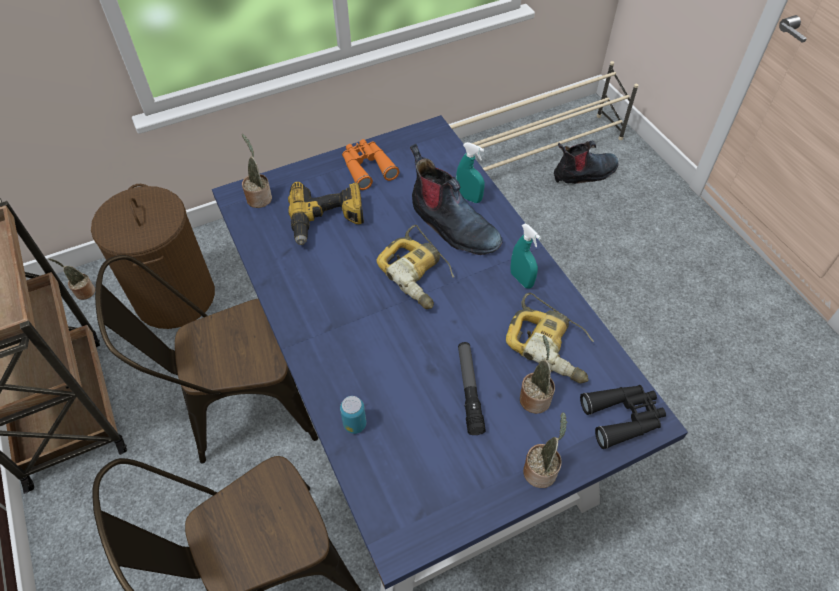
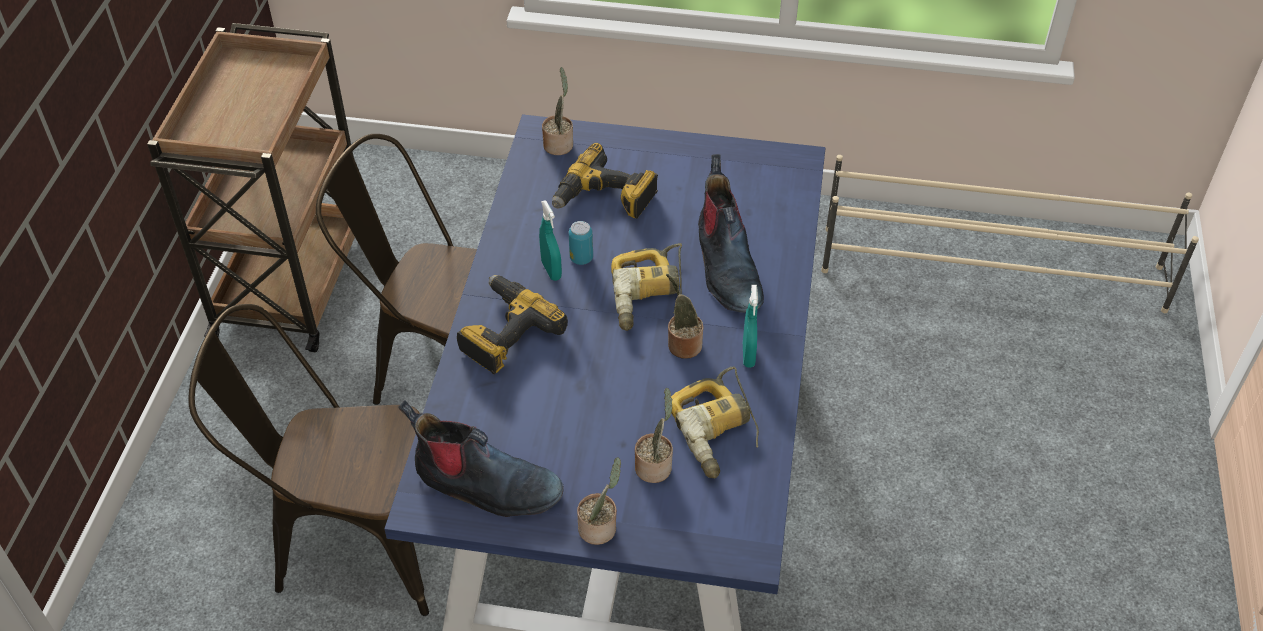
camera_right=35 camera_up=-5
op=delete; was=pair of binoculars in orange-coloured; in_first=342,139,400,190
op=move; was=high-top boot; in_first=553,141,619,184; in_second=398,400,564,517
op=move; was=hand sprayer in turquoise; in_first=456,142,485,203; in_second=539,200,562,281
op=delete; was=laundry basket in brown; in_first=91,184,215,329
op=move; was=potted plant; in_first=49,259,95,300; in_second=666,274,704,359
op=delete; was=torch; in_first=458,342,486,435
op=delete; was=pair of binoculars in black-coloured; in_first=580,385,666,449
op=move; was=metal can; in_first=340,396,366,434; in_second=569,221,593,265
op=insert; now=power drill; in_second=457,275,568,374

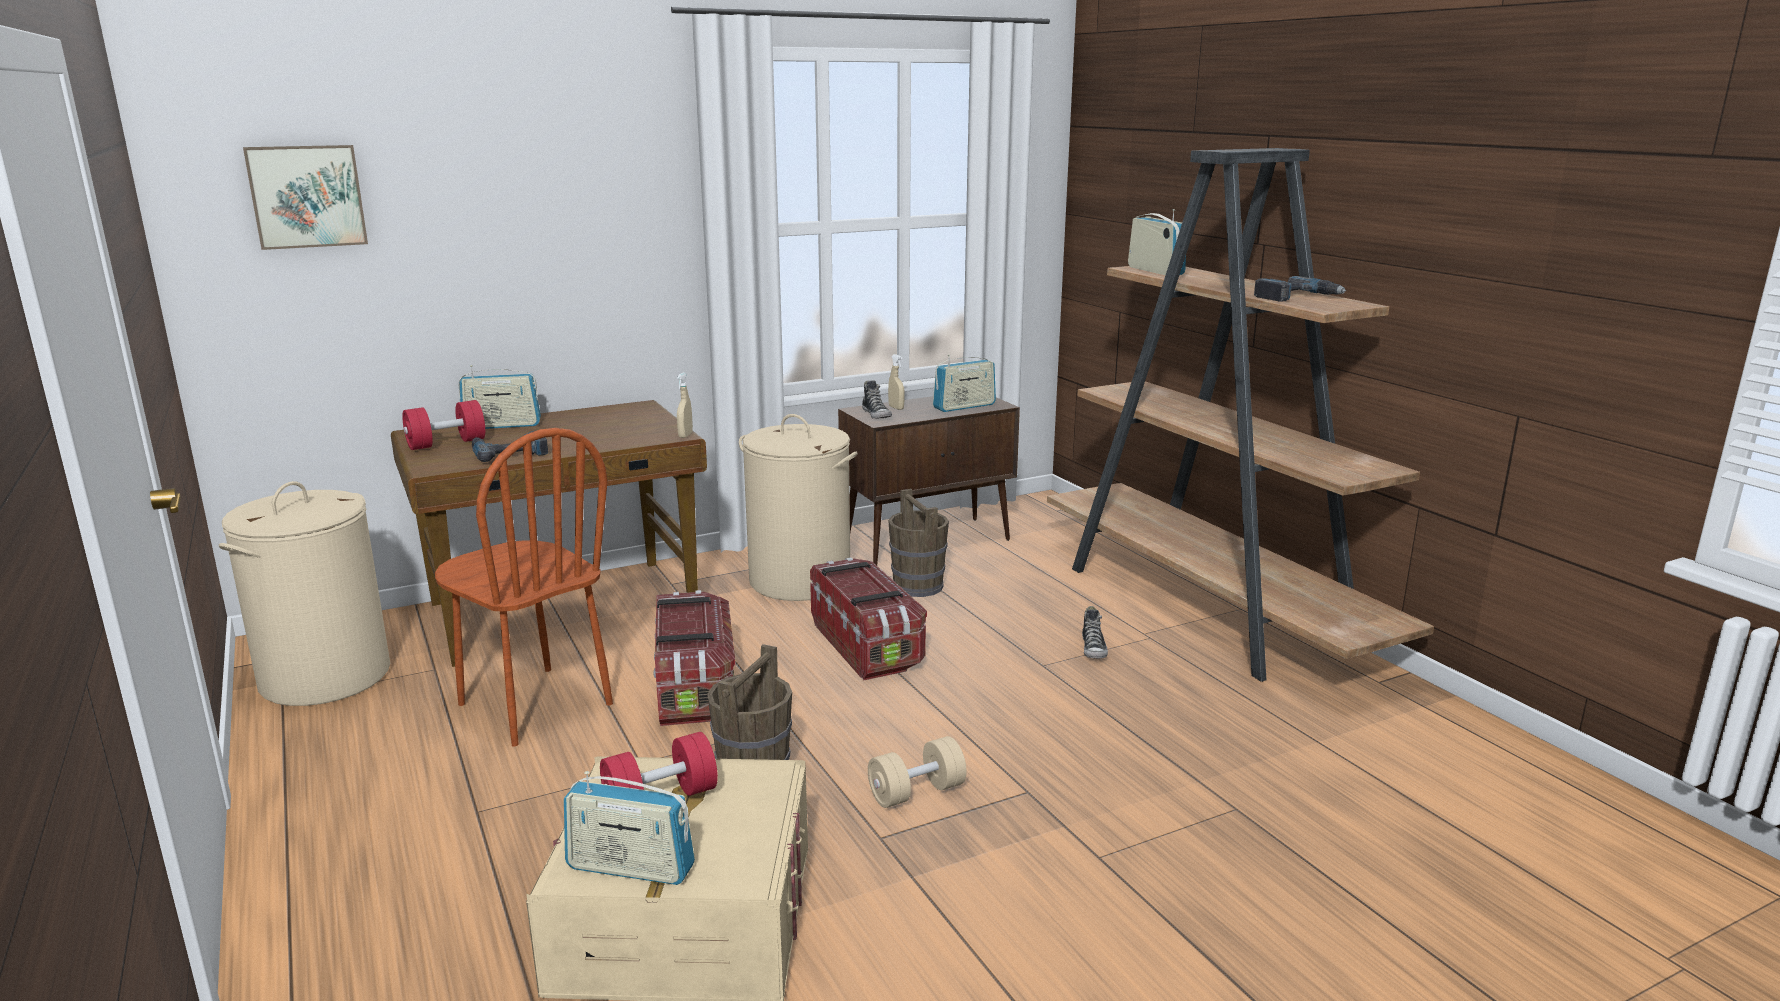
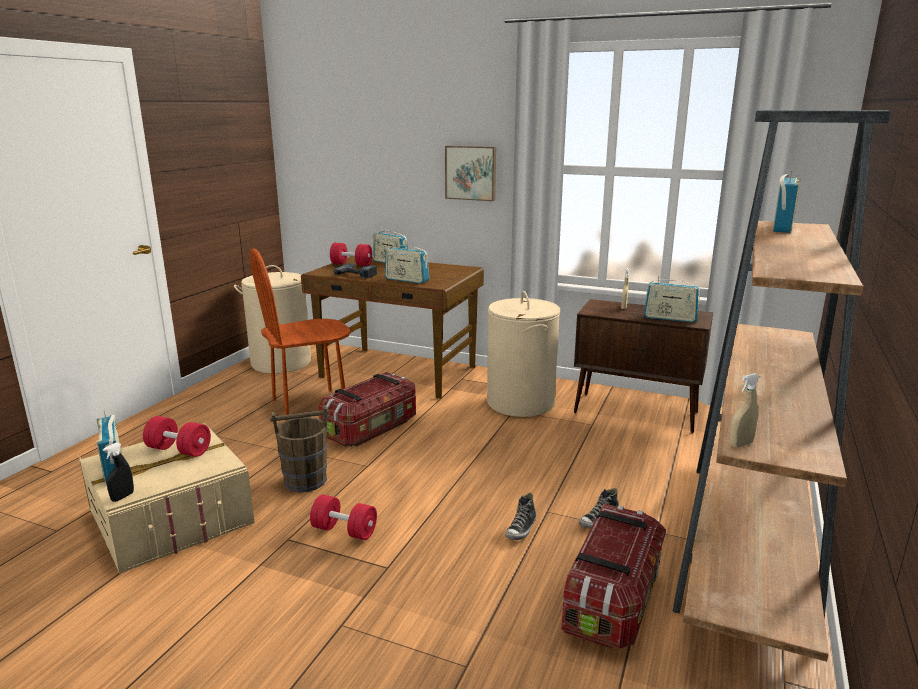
camera_right=50 camera_up=0
op=move; was=picture; in_first=243,145,368,250; in_second=445,146,496,201
op=delete; was=power drill; in_first=1254,276,1346,302
op=move; was=hand sprayer in sand-coloured; in_first=677,373,693,438; in_second=729,373,760,448
op=move; was=low shoe; in_first=862,380,892,418; in_second=505,493,536,540
op=rotate; was=upright chair in brown; in_first=435,428,613,747; in_second=250,248,351,421; clockwise=60
op=delete; was=pail in brown; in_first=888,489,949,597
op=move; was=storage box; in_first=810,557,927,681; in_second=561,503,666,649
op=recolor; was=free weight in sand-coloured; now=free weight in red-coloured; in_first=868,736,966,808; in_second=310,495,377,540
op=insert; now=radio; in_second=385,241,429,284
op=insert; now=hand sprayer in black-coloured; in_second=103,443,134,502

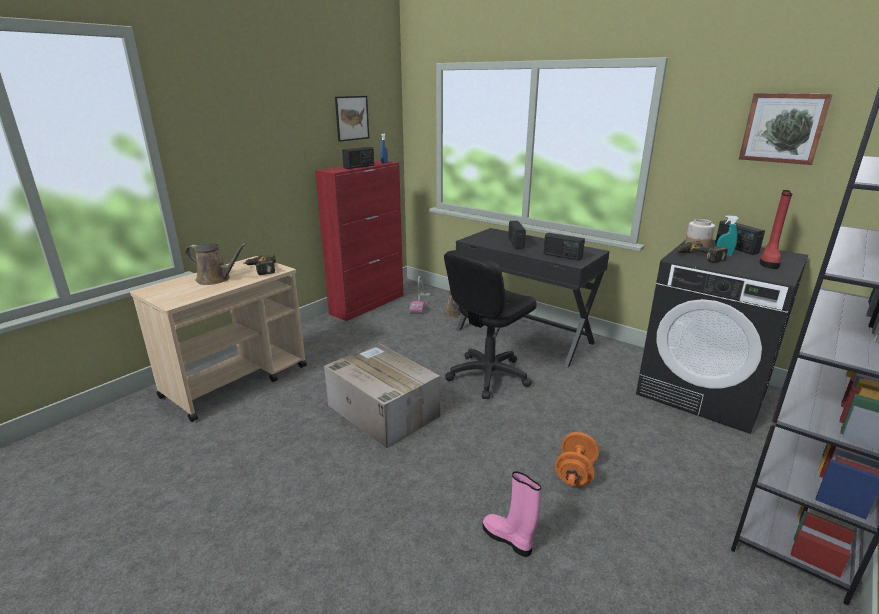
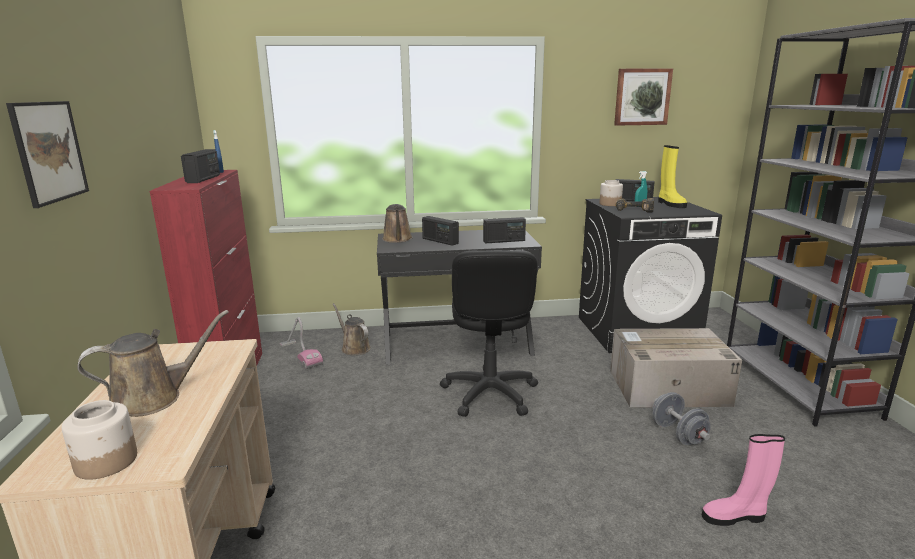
camera_right=-45 camera_up=-5
op=move; was=picture; in_first=335,96,369,142; in_second=6,101,89,208
op=recolor; was=high-top boot in red-coloured; now=high-top boot in yellow-coloured; in_first=759,190,792,269; in_second=658,145,687,208
op=delete; was=power drill; in_first=244,255,276,275
op=move; was=carton; in_first=324,343,440,449; in_second=610,328,742,407
op=recolor; was=free weight in orange-coloured; now=free weight in gray; in_first=555,432,599,486; in_second=652,392,711,445
op=insert; now=watering can in brown; in_second=382,204,413,243
op=insert; now=storage jar; in_second=61,400,137,480

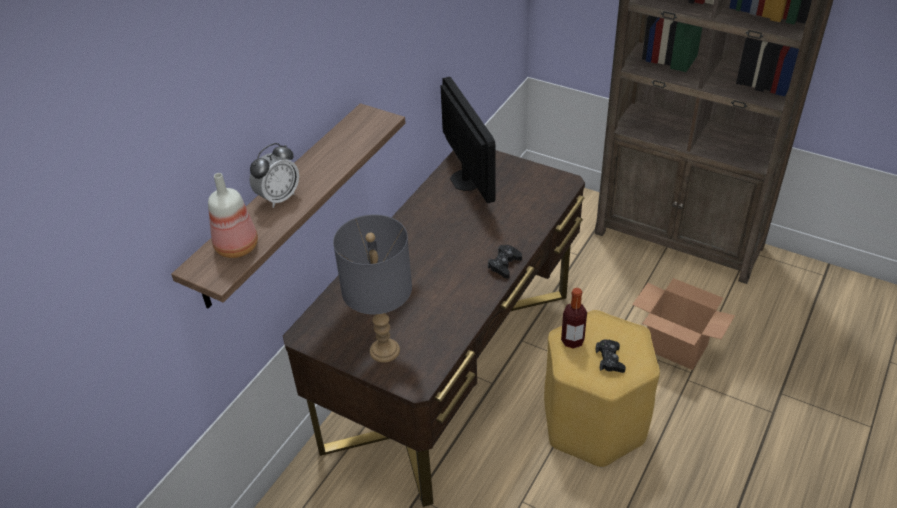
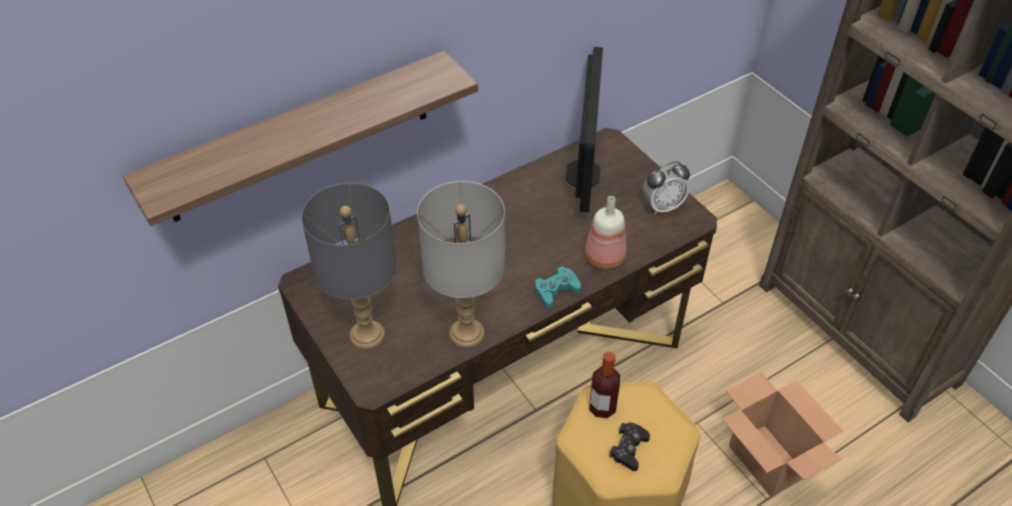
camera_right=25 camera_up=5
op=move; was=alarm clock; in_first=249,143,299,208; in_second=642,162,690,215
op=move; was=beverage bottle; in_first=208,173,258,258; in_second=585,196,626,269
op=recolor; was=joypad in black-coloured; now=joypad in turquoise; in_first=488,245,522,279; in_second=535,266,581,308
op=insert; now=table lamp in gray; in_second=417,181,505,348

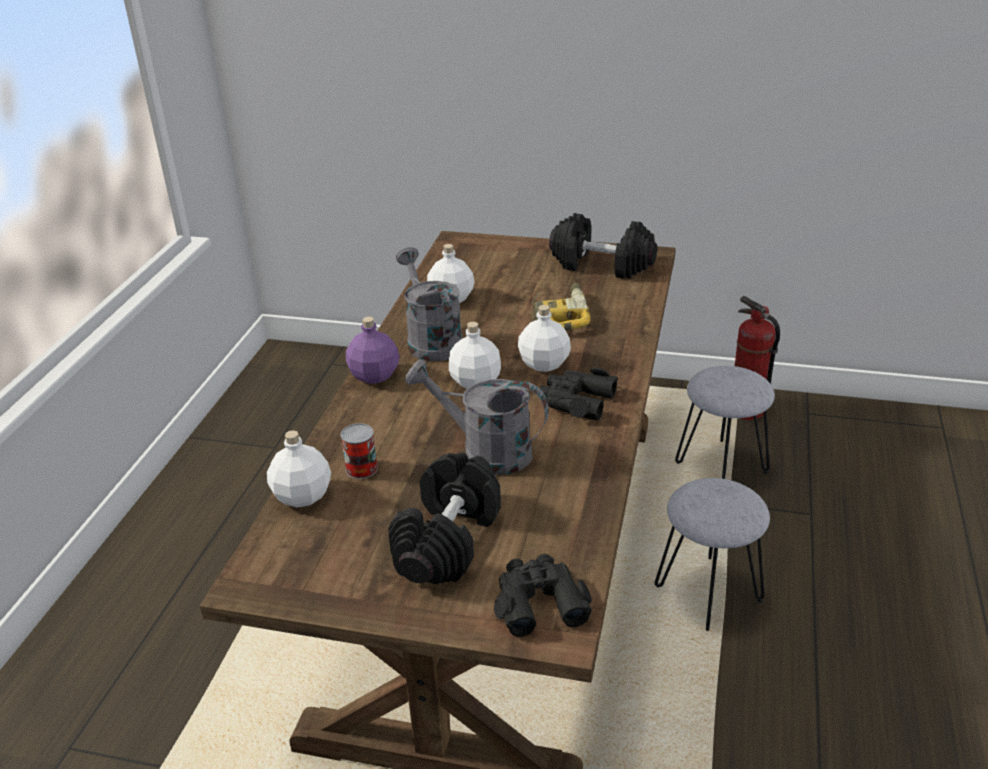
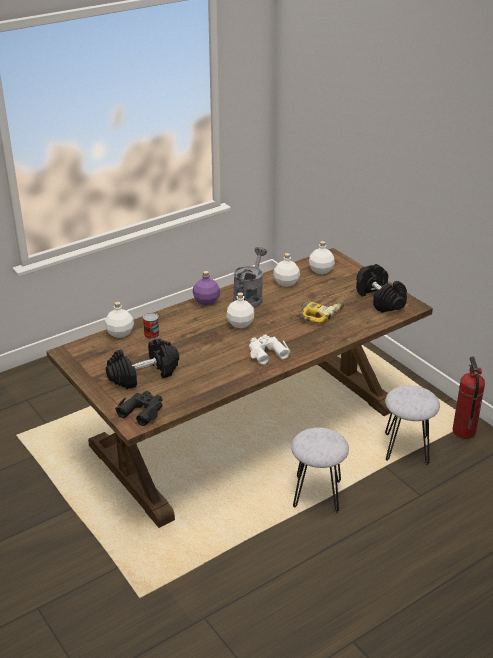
camera_right=40 camera_up=0
op=move; was=beverage bottle in whitish; in_first=518,305,571,372; in_second=309,241,335,274
op=delete; was=watering can in gray; in_first=405,359,549,475
op=recolor; was=pair of binoculars in black-coloured; now=pair of binoculars in whitish; in_first=540,367,618,421; in_second=249,335,290,365

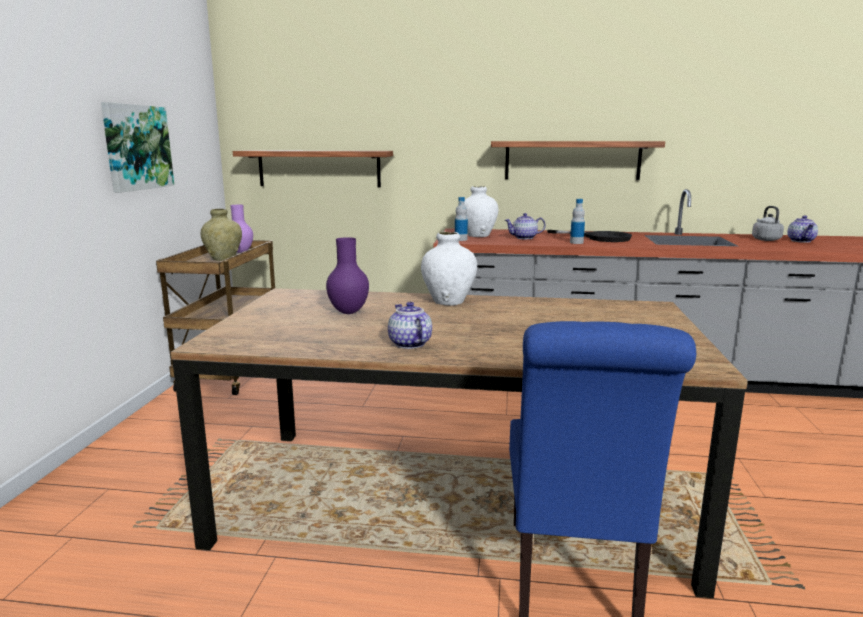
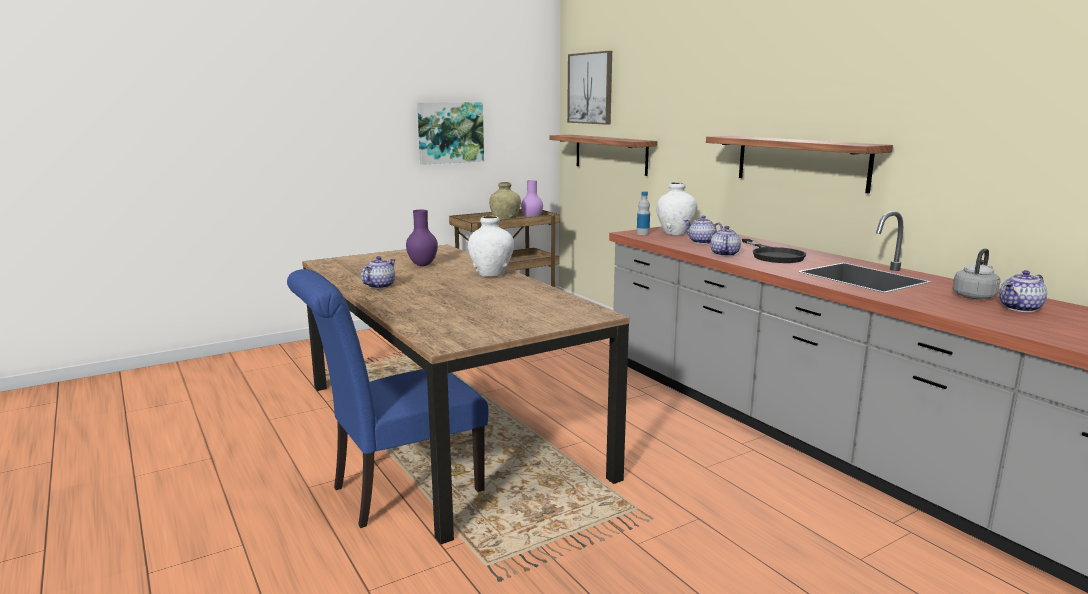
camera_right=50 camera_up=0
op=replace; was=beverage bottle; now=tea pot; in_first=570,199,585,244; in_second=710,226,741,256
op=insert; now=picture; in_second=567,51,612,125

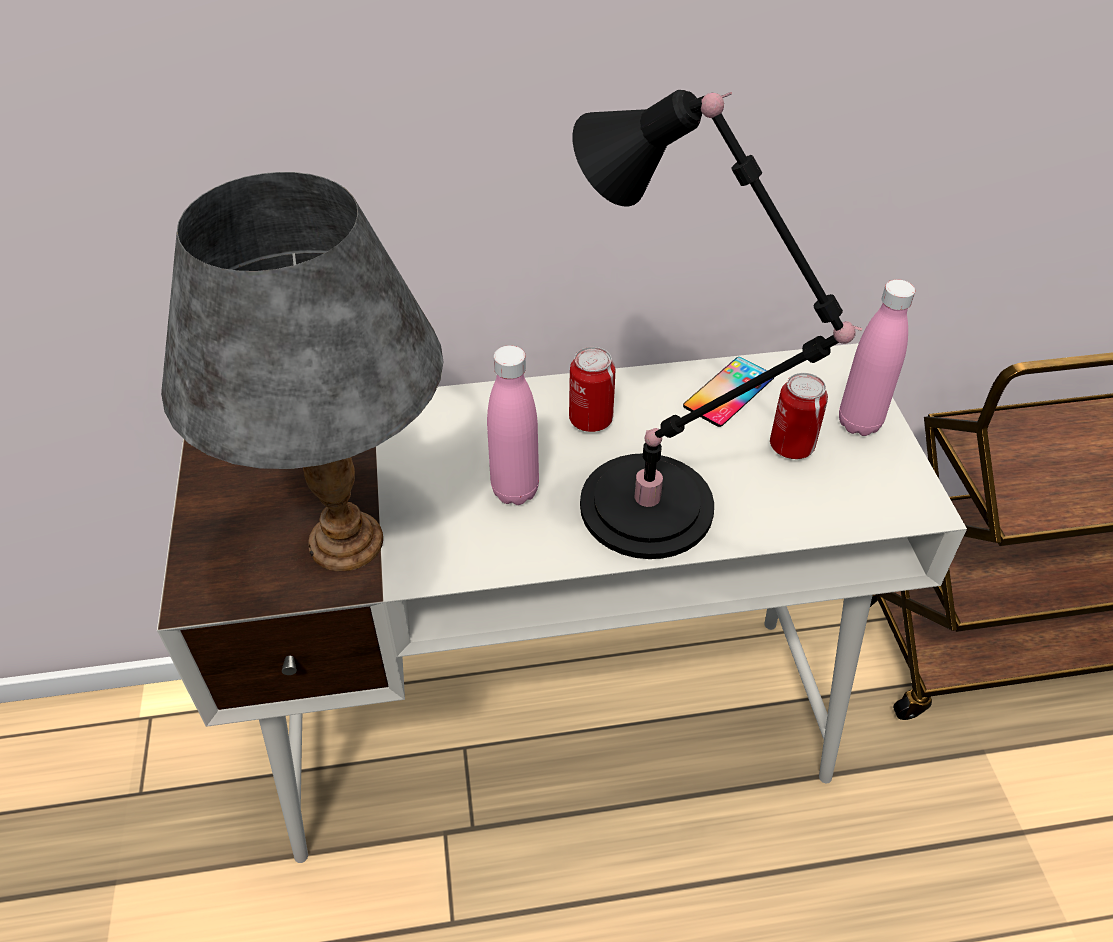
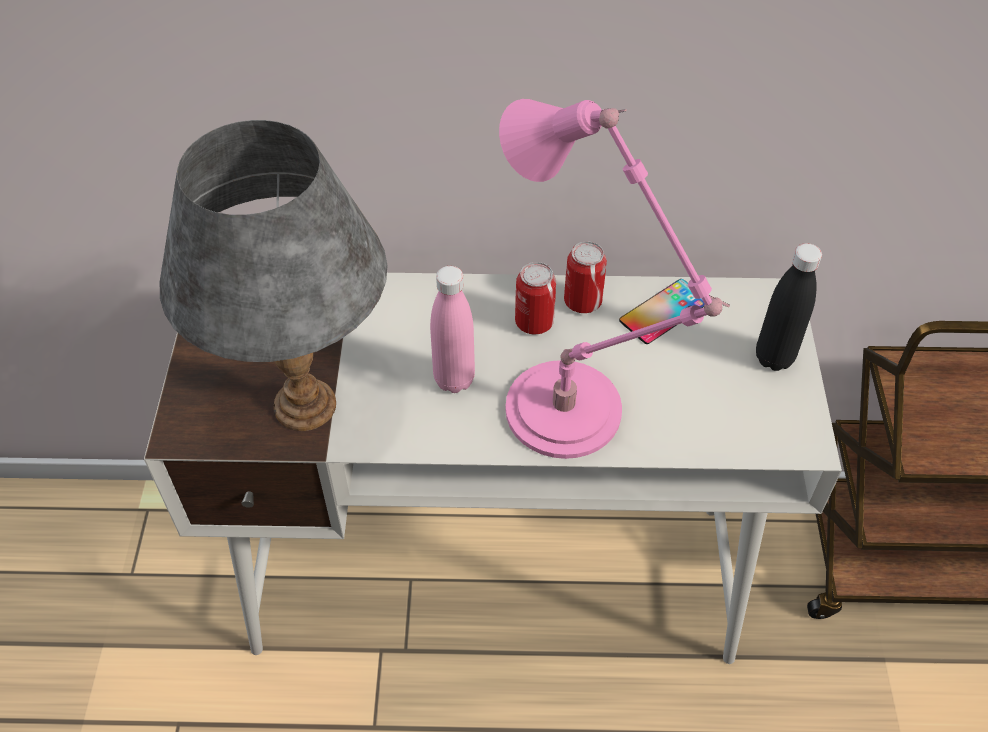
camera_right=10 camera_up=5
op=recolor; was=table lamp in black-coloured; now=table lamp in pink-coloured; in_first=572,90,863,559; in_second=499,99,730,459
op=recolor; was=beverage bottle in pink-coloured; now=beverage bottle in black-coloured; in_first=839,279,915,436; in_second=756,243,822,371
op=move; was=metal can; in_first=770,373,828,459; in_second=564,241,607,313

